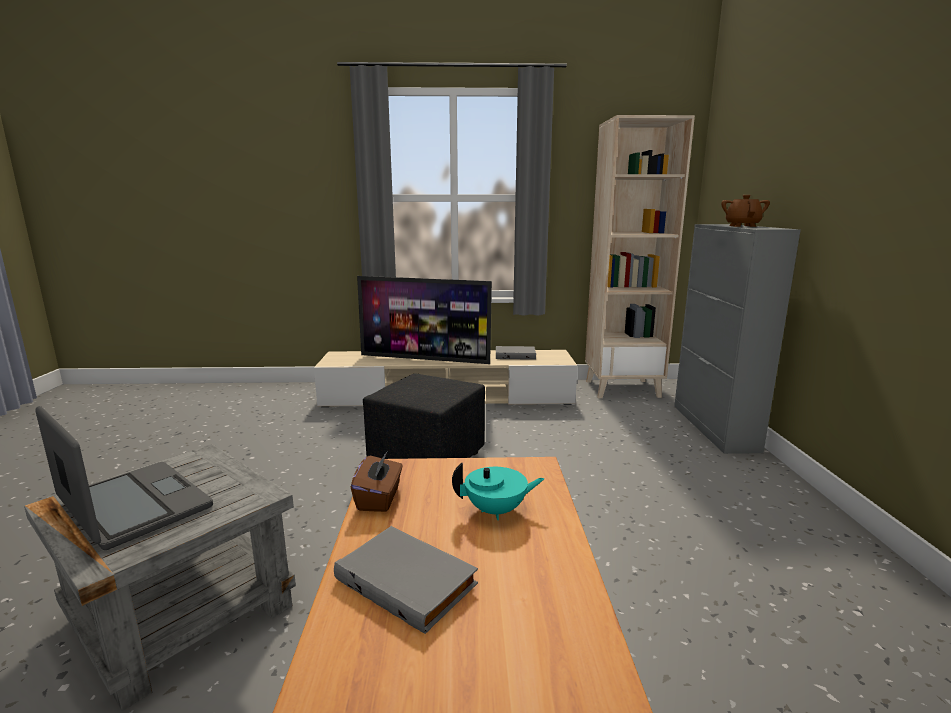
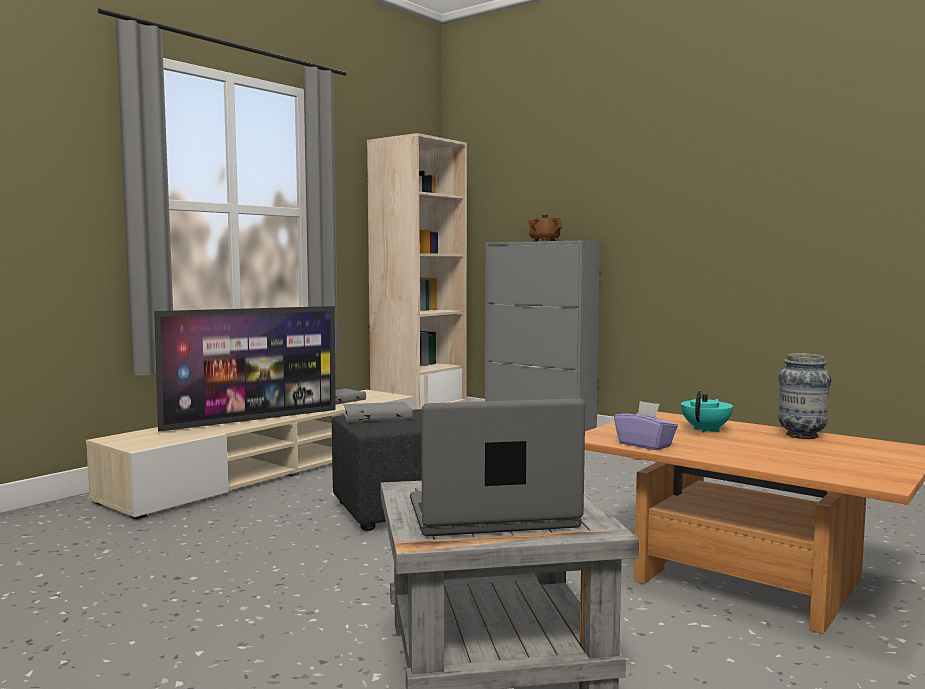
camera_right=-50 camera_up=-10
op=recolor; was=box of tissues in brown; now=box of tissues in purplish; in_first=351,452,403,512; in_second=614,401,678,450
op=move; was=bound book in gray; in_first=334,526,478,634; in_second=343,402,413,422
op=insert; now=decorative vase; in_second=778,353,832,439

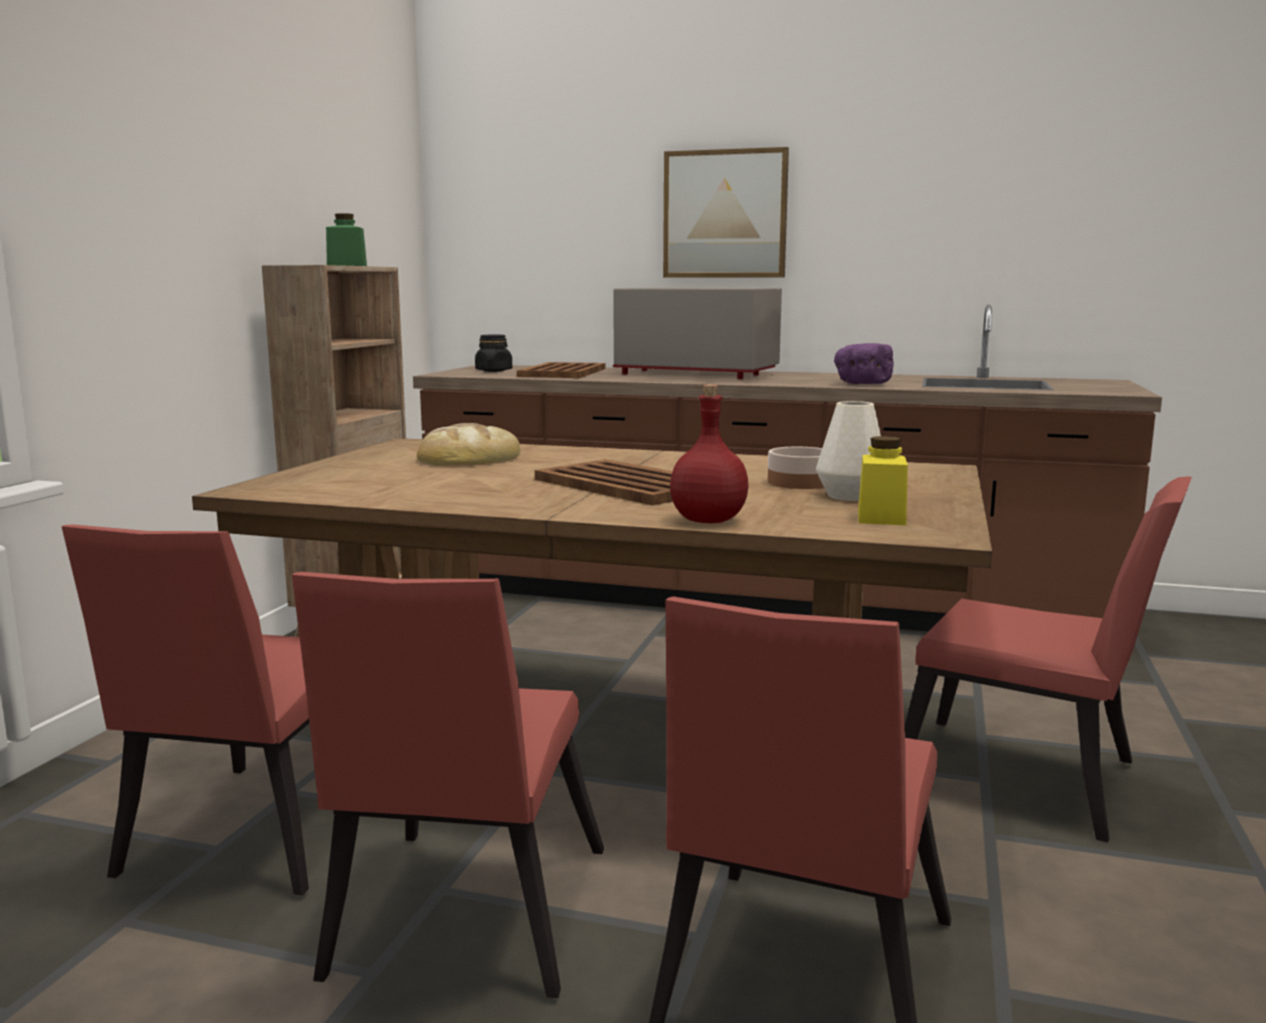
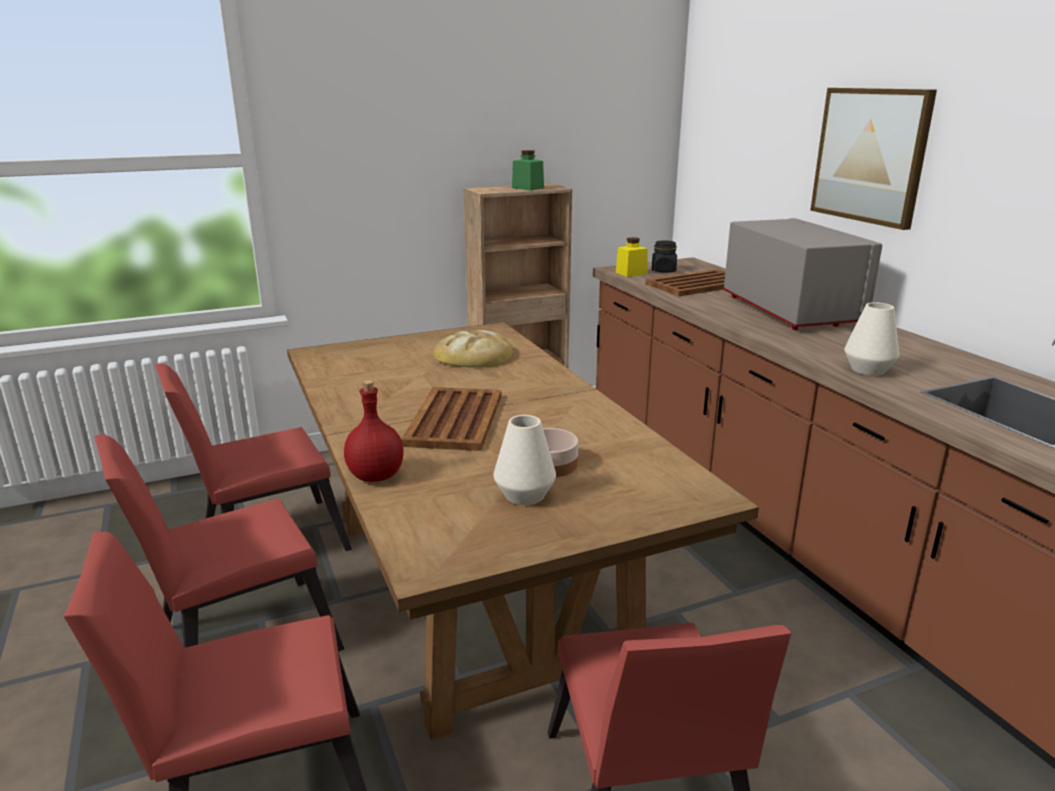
camera_right=50 camera_up=10
op=replace; was=deep dish in purplish; now=decorative vase in whitish; in_first=834,343,893,384; in_second=844,302,899,376
op=move; was=storage jar in yellow-coloured; in_first=858,436,908,525; in_second=616,237,648,277

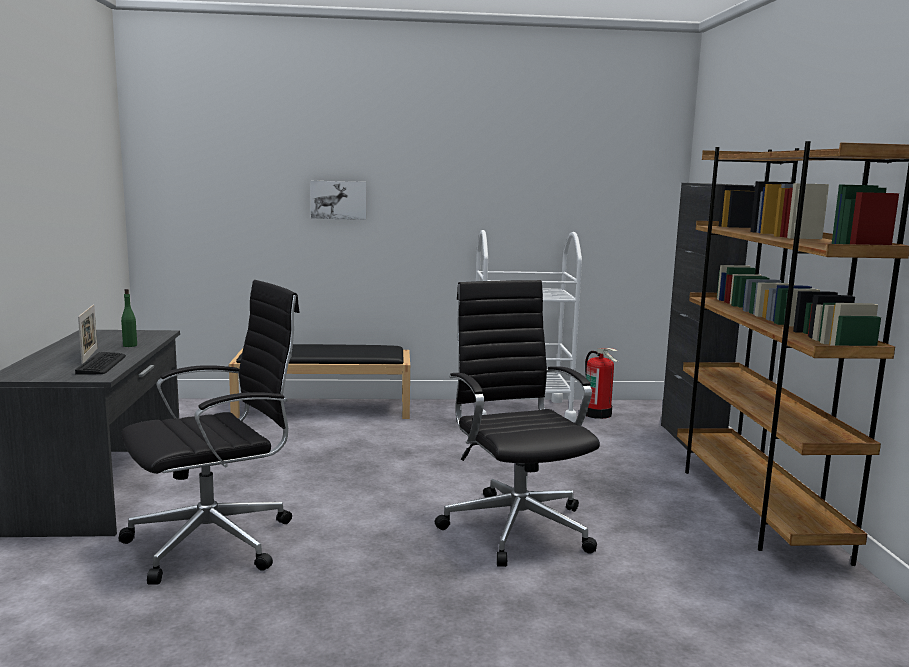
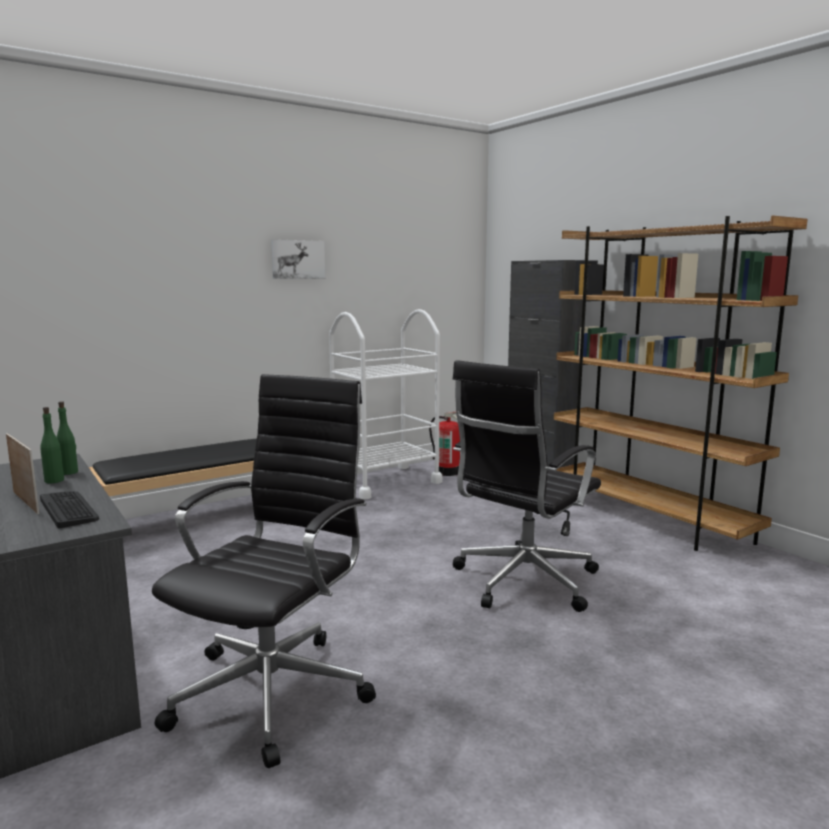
camera_right=-30 camera_up=0
op=move; was=picture; in_first=310,181,366,220; in_second=271,239,325,279
op=rotate; was=desk chair in black-coloured; in_first=435,280,600,567; in_second=453,360,601,612; clockwise=-90
op=insert; now=beverage bottle in greenish; in_second=57,401,78,475

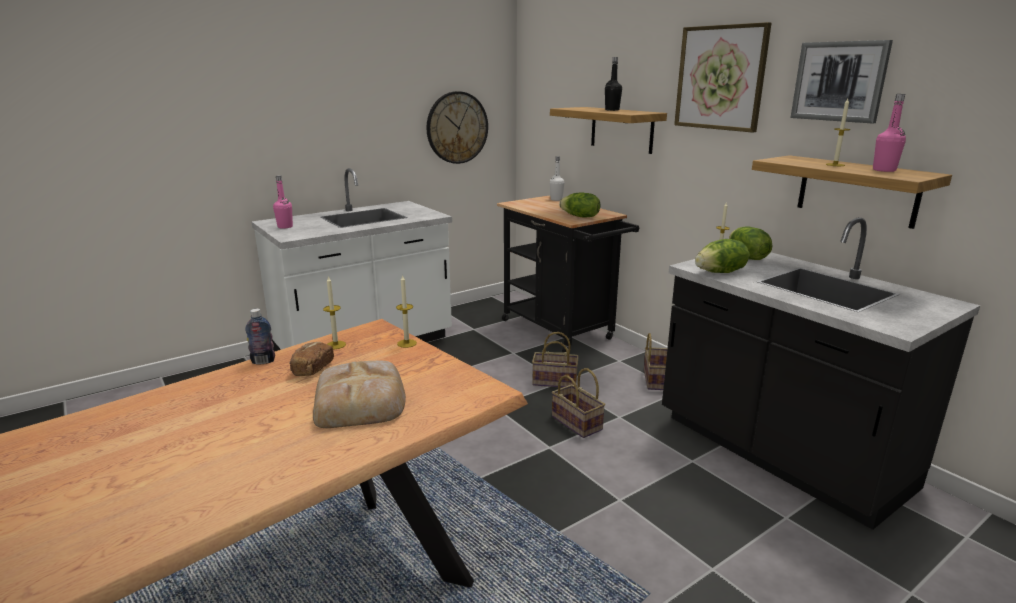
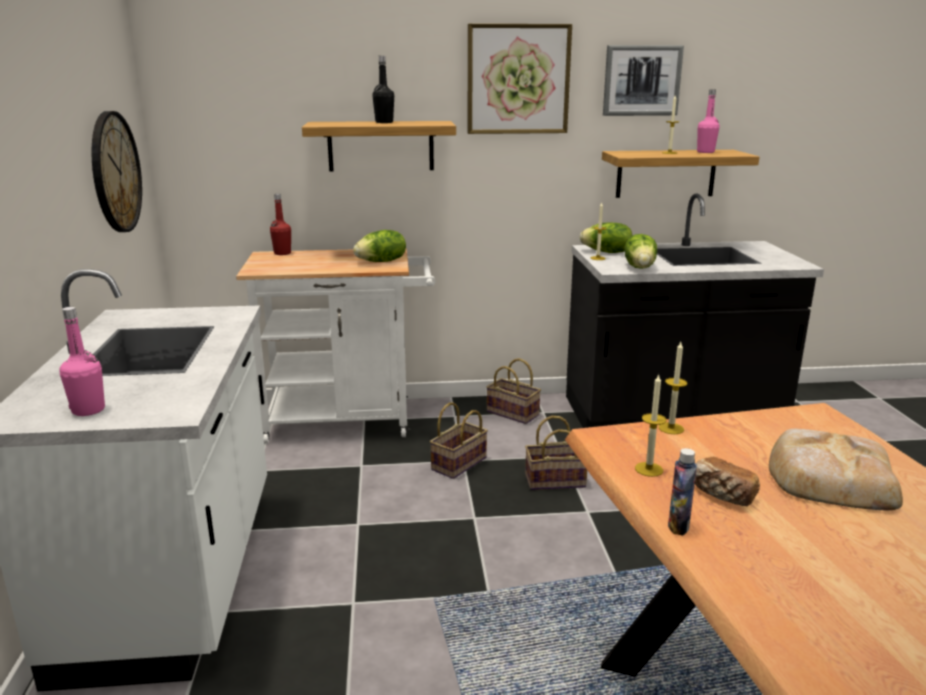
camera_right=-60 camera_up=0
op=recolor; was=beverage bottle in whitish; now=beverage bottle in red-coloured; in_first=550,157,564,201; in_second=270,194,291,255
op=recolor; was=wheeled cart in black-coloured; now=wheeled cart in whitish; in_first=497,196,639,353; in_second=236,249,435,443

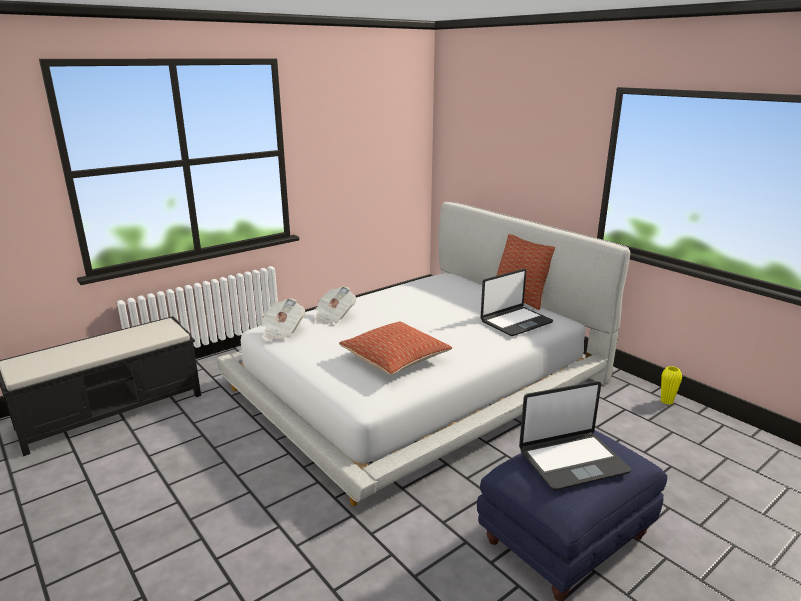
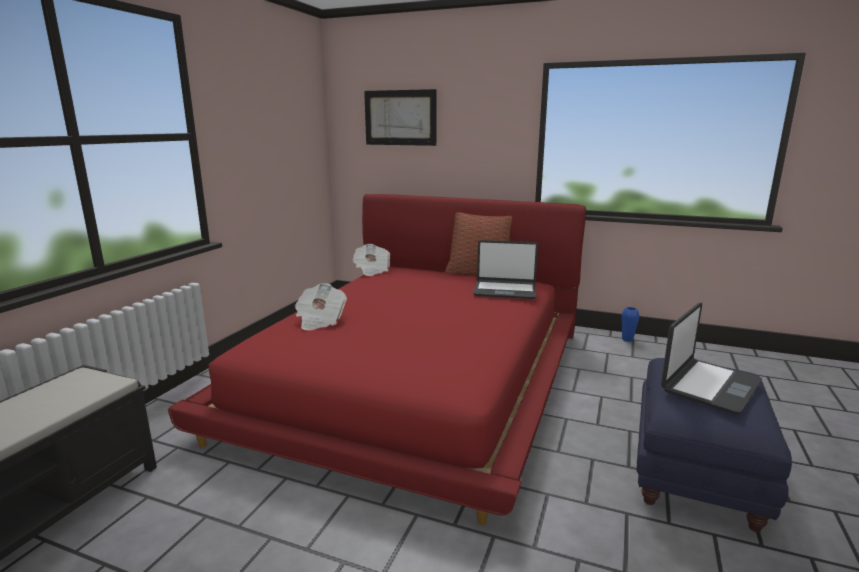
camera_right=-30 camera_up=-5
op=recolor; was=bed in whitish; now=bed in red-coloured; in_first=217,202,630,506; in_second=168,194,586,525
op=rotate; was=laptop; in_first=481,269,553,336; in_second=473,240,538,299; clockwise=75
op=move; was=newspaper; in_first=261,298,305,340; in_second=352,244,390,276
op=delete; was=throw pillow; in_first=339,321,452,375
op=recolor; was=decorative vase in yellow-coloured; now=decorative vase in blue; in_first=661,366,682,405; in_second=621,307,640,342
op=insert; now=picture; in_second=364,89,437,146

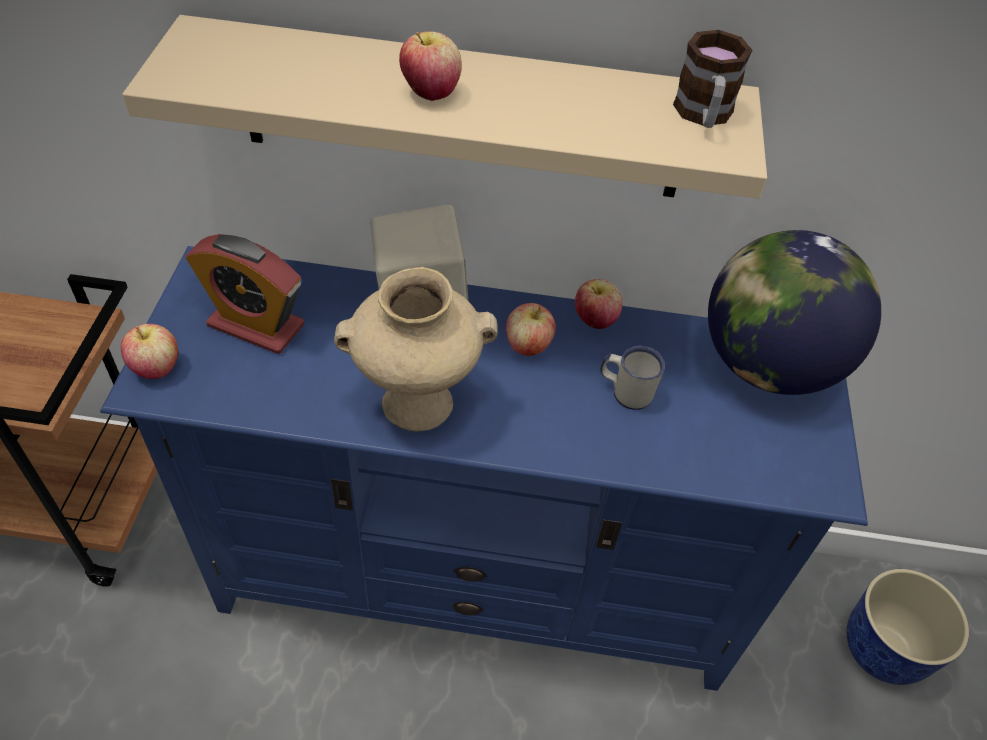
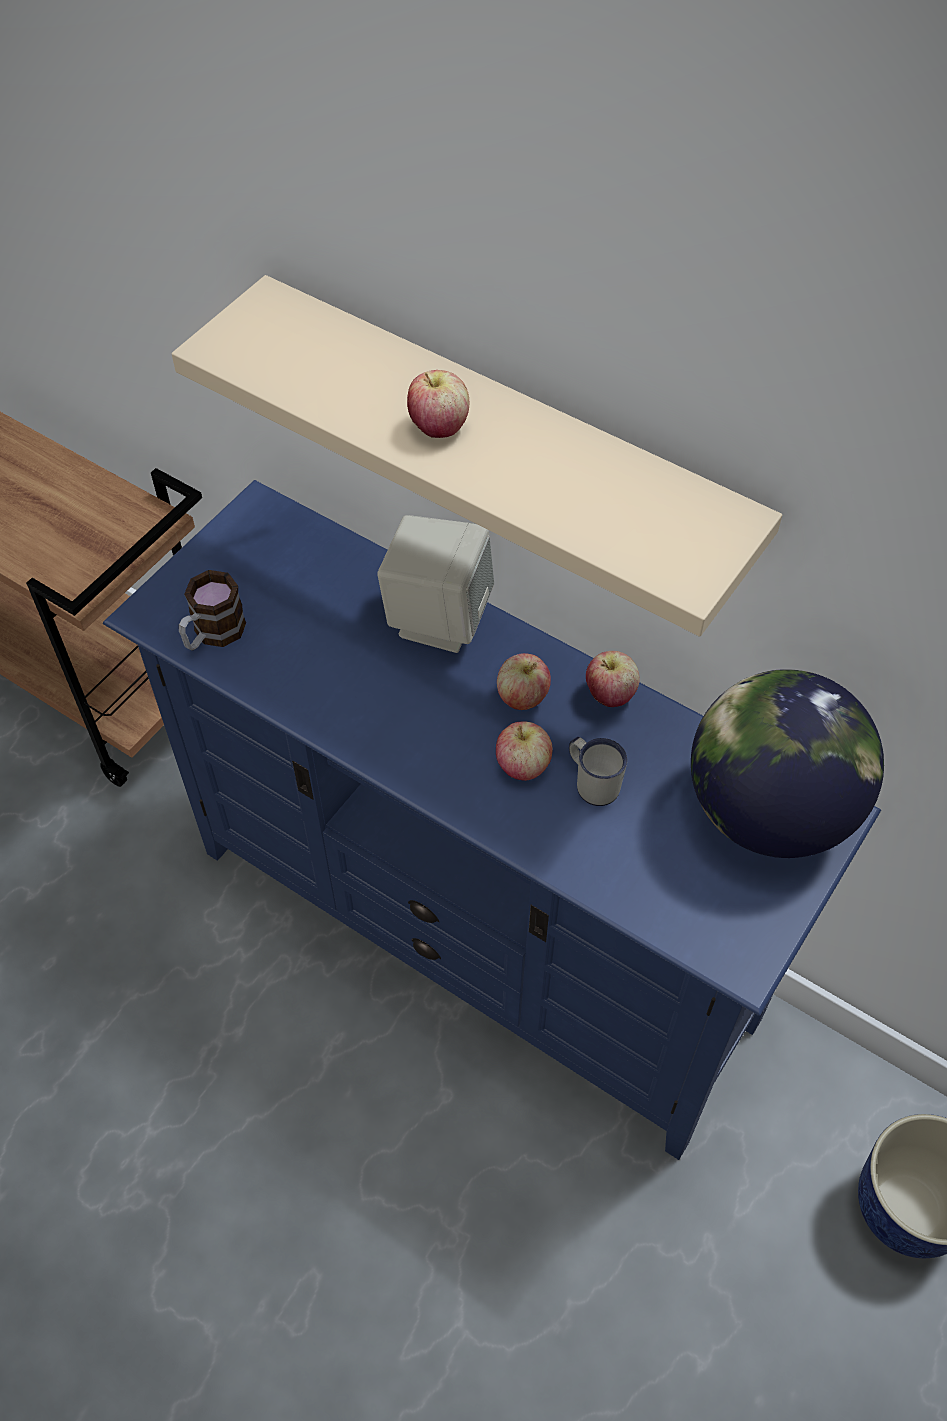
camera_right=30 camera_up=5
op=move; was=tea mug; in_first=673,30,752,128; in_second=179,570,246,651
op=delete; was=alarm clock; in_first=186,234,304,354
op=delete; was=decorative vase in sand-coloured; in_first=334,267,498,432
op=move; was=whole apple; in_first=121,324,178,379; in_second=496,721,553,781

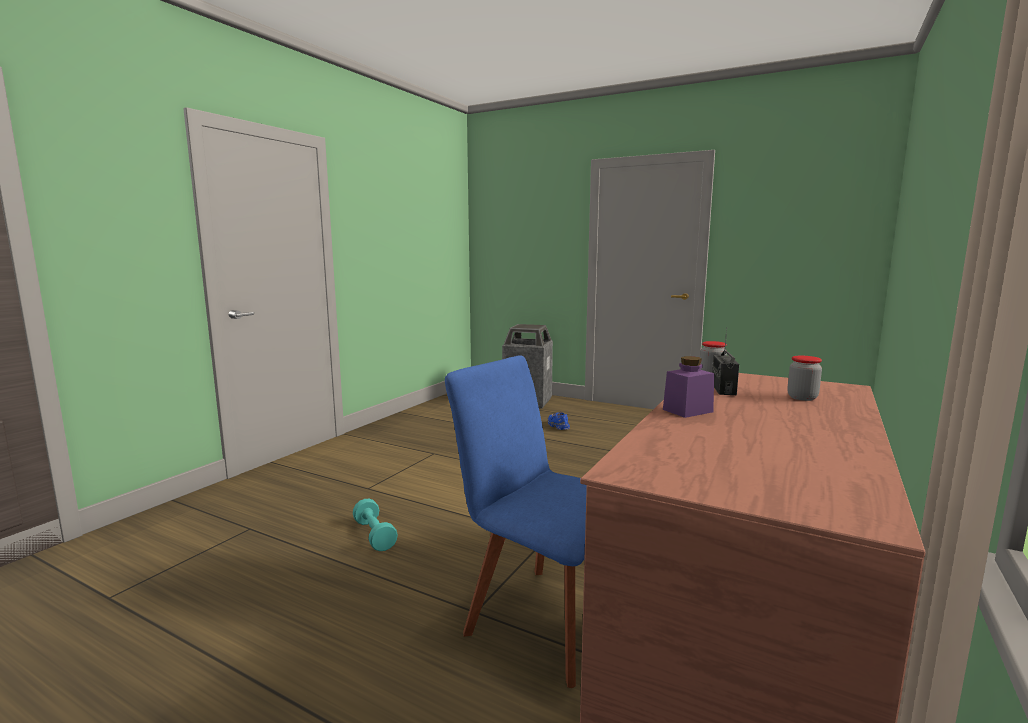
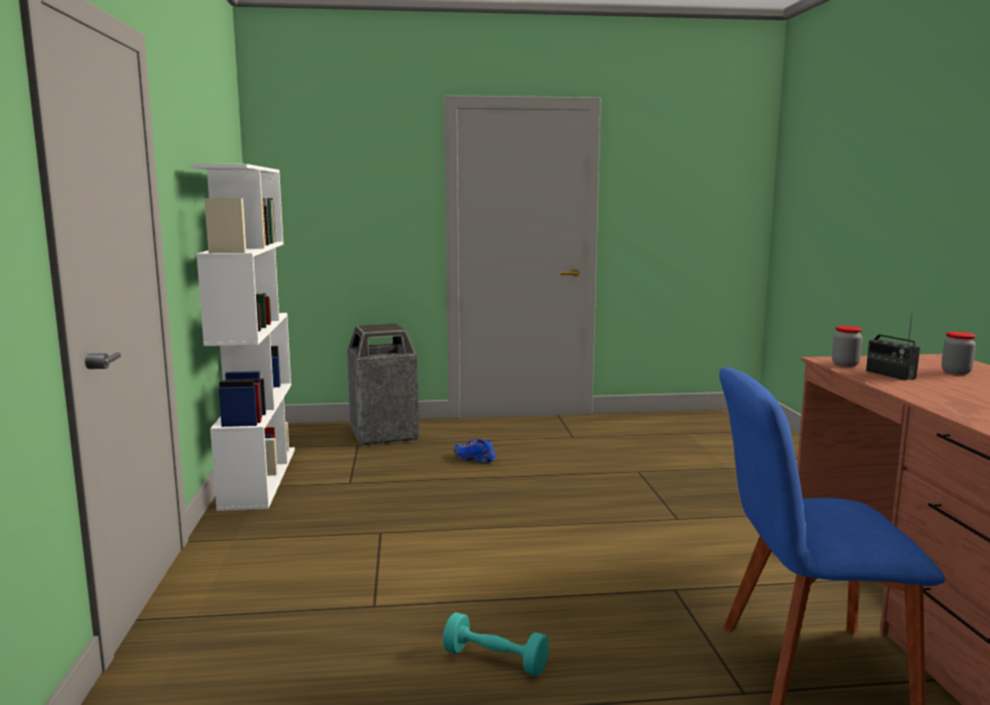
camera_right=-35 camera_up=0
op=delete; was=storage jar in purplish; in_first=663,356,714,418
op=insert; now=shelving unit in whitish; in_second=189,164,295,511

